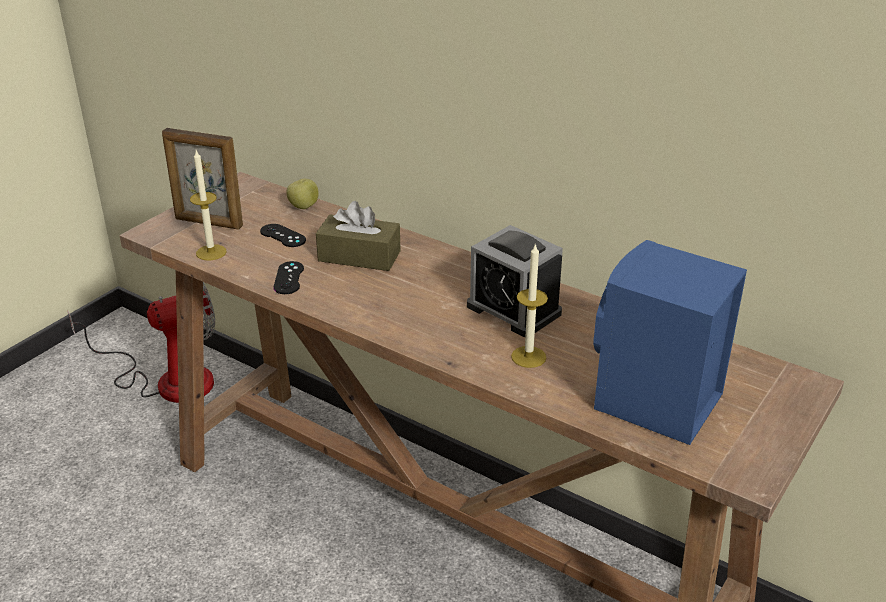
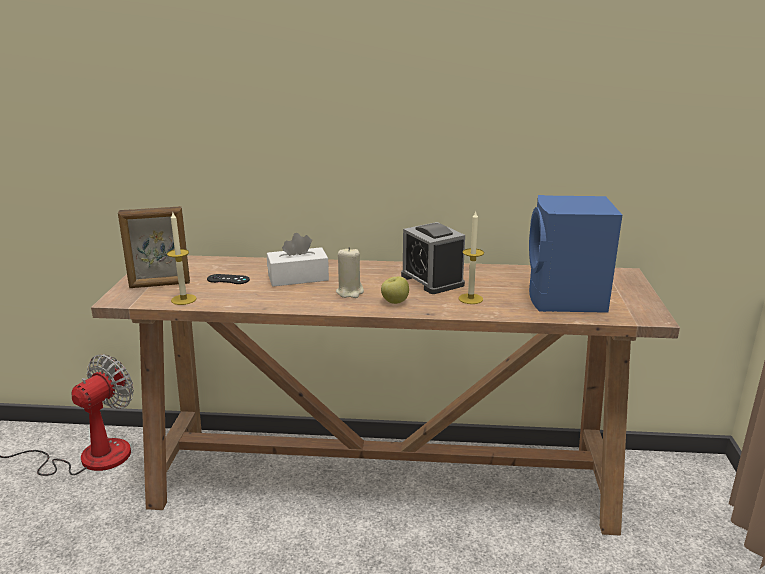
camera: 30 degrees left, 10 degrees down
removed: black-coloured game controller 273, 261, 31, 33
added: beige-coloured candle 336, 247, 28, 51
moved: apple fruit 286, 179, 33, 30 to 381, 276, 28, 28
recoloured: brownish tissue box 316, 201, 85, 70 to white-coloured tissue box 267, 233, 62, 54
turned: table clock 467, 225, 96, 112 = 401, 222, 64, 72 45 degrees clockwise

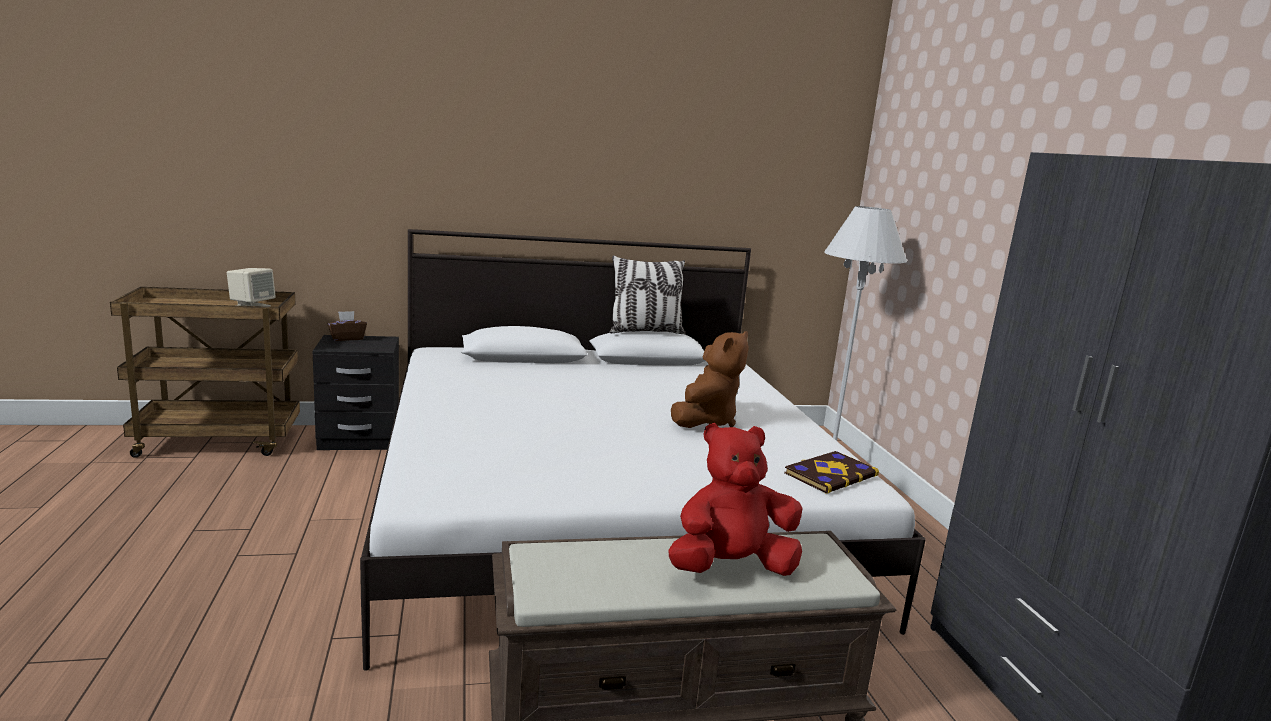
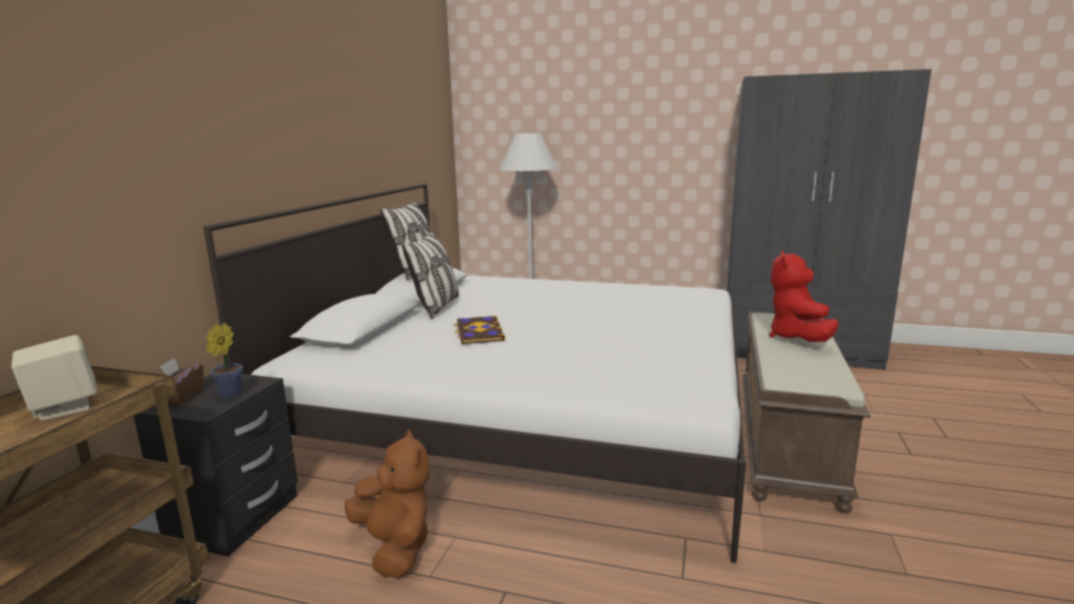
camera: 60 degrees left, 0 degrees up
added: houseplant 206, 323, 37, 76; throw pillow 401, 231, 58, 88
moved: brownish cuddly toy 671, 331, 78, 97 to 345, 430, 85, 148; book 784, 451, 95, 43 to 453, 316, 52, 28

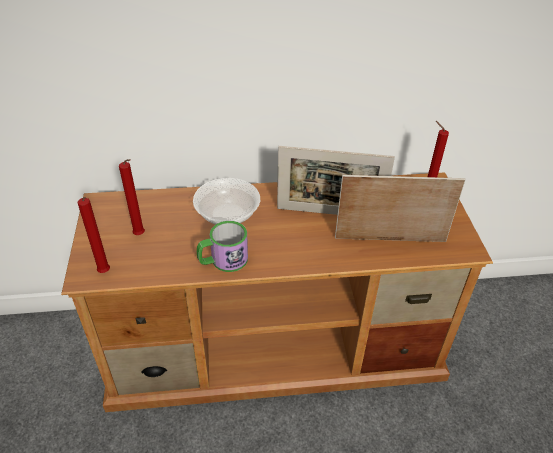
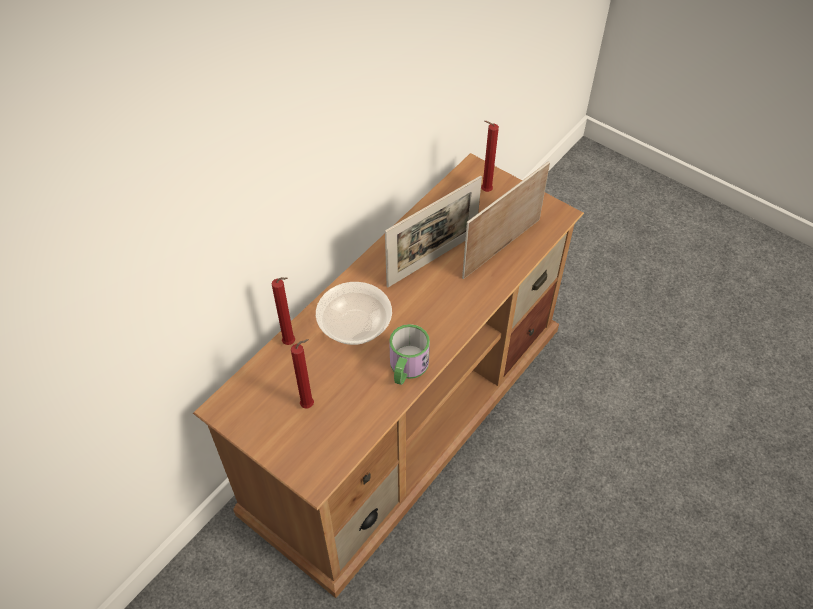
camera: 45 degrees left, 10 degrees up
moved: red candle 78, 197, 32, 76 to 272, 277, 23, 68

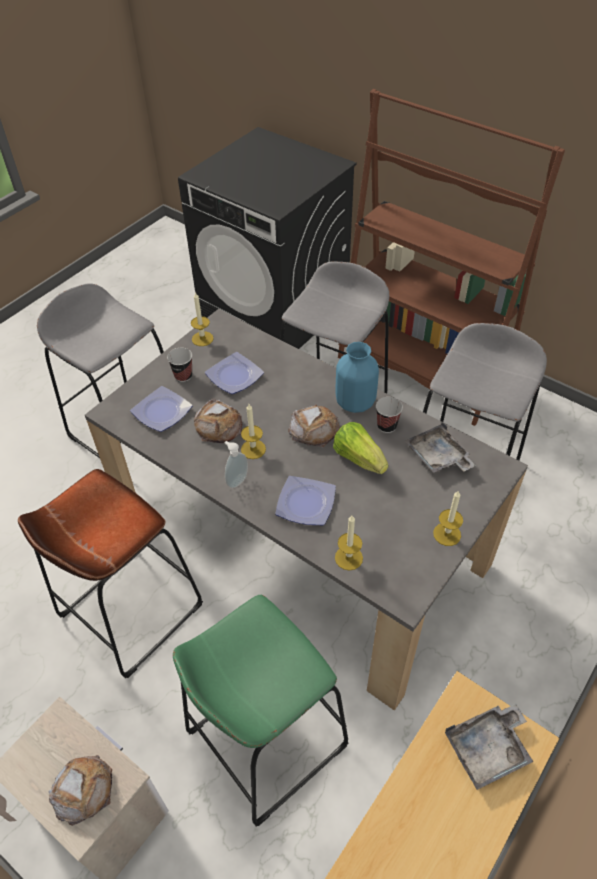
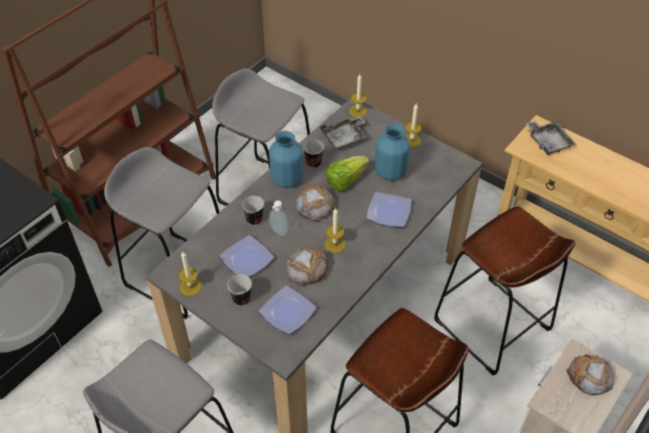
camera: 90 degrees left, 0 degrees up
added: drinking cup 242, 196, 22, 30; blue-coloured vase 375, 124, 35, 57
moved: soap dispenser 225, 441, 23, 47 to 269, 200, 20, 36; candle 335, 516, 28, 55 to 349, 74, 18, 43
recoloured: green sitting stool 173, 595, 175, 232 to brownish sitting stool 434, 206, 141, 169

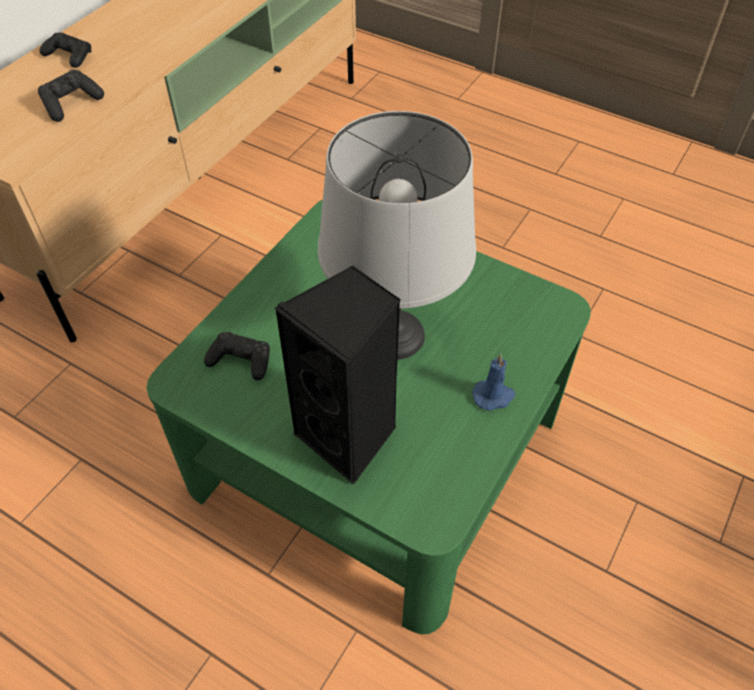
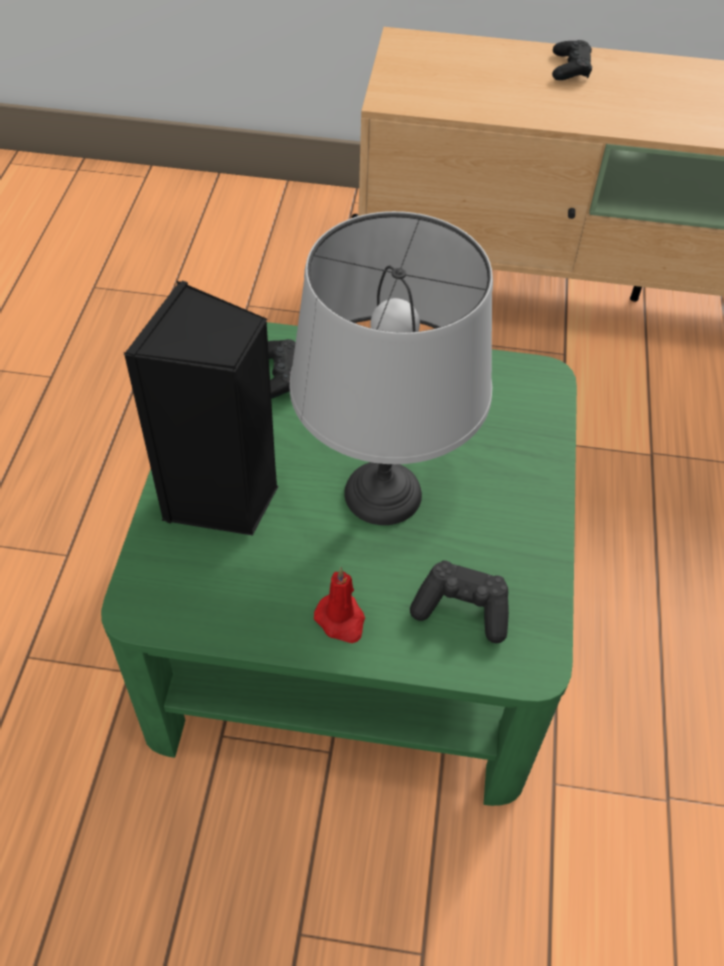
camera: 65 degrees right, 0 degrees up
moved: black-coloured game controller 38, 70, 66, 52 to 410, 560, 99, 83
recoloured: blue-coloured candle 472, 354, 43, 57 to red candle 314, 567, 51, 76

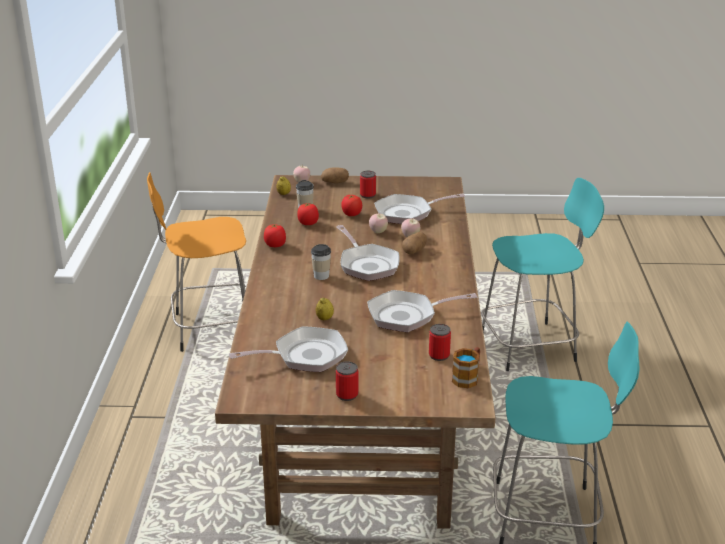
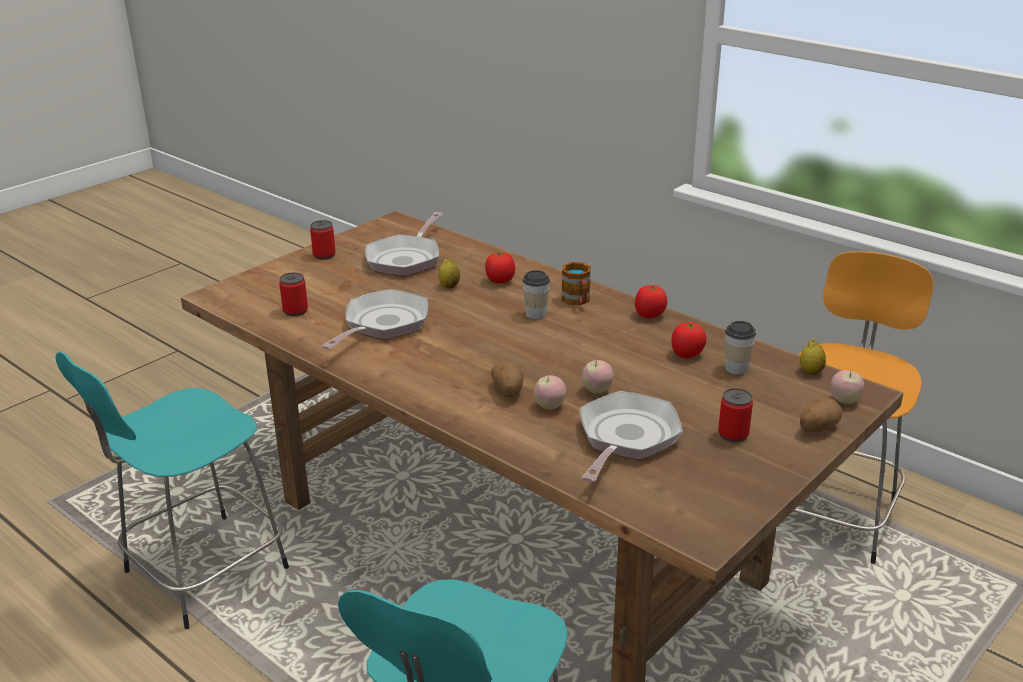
camera: 130 degrees right, 0 degrees up
removed: frying pan 336, 225, 64, 56
moved: tomato 341, 195, 21, 21 to 485, 252, 30, 32; tea mug 452, 347, 28, 41 to 561, 262, 30, 43

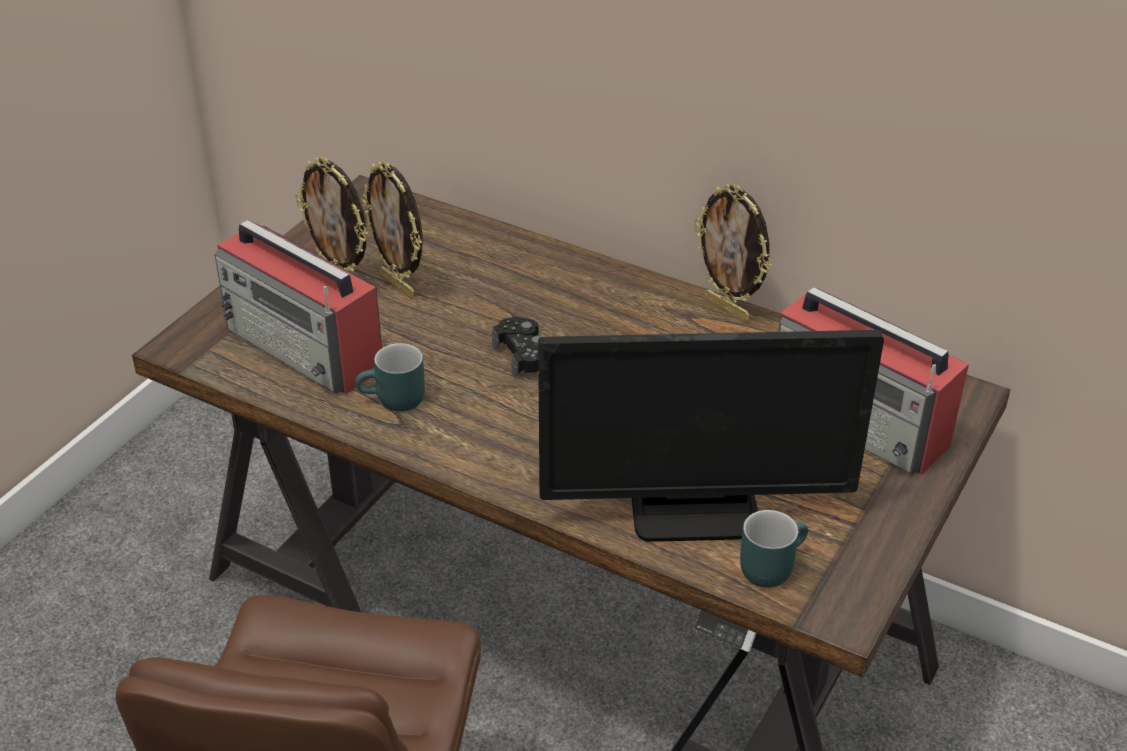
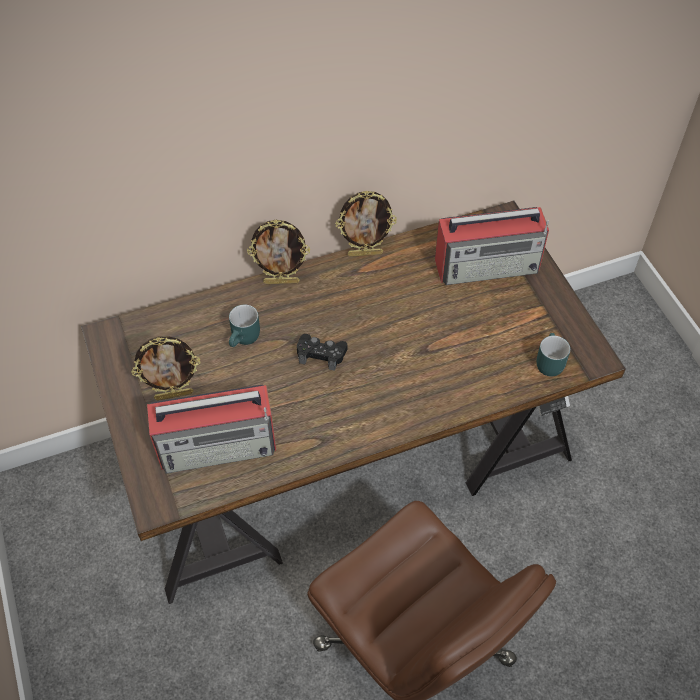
camera: 50 degrees left, 15 degrees up
removed: computer display 538, 330, 346, 212
moved: turquoise tea mug 355, 343, 70, 69 to 229, 304, 31, 43; picture frame 361, 161, 62, 137 to 247, 220, 63, 64

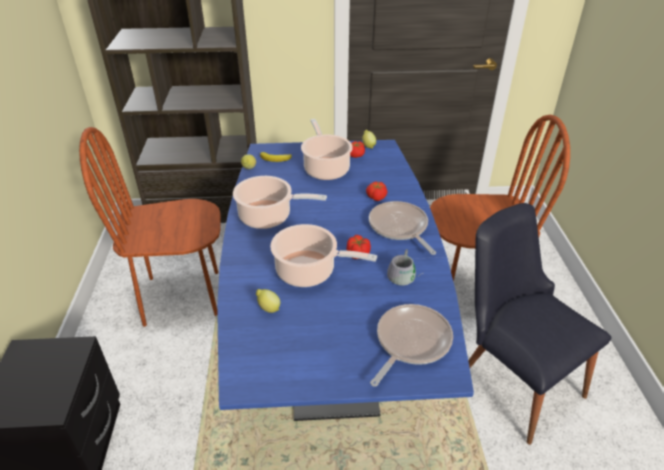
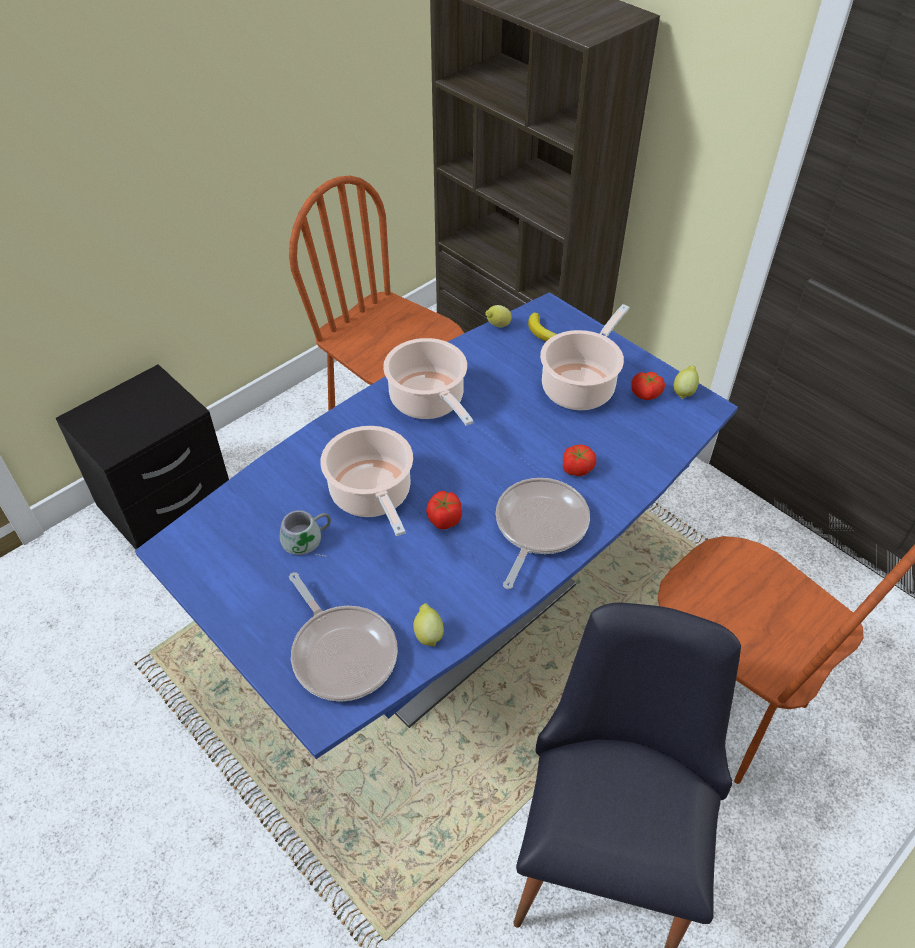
camera: 50 degrees right, 10 degrees up
moved: citrus fruit 256, 289, 25, 24 to 413, 603, 31, 44; grey tea mug 387, 249, 37, 36 to 280, 510, 51, 47
turned: frying pan 370, 304, 83, 82 = 289, 572, 109, 130 60 degrees clockwise

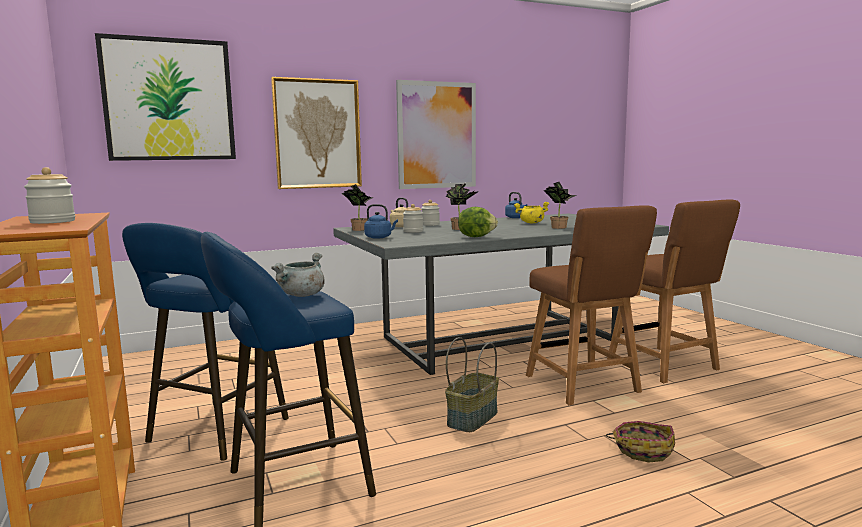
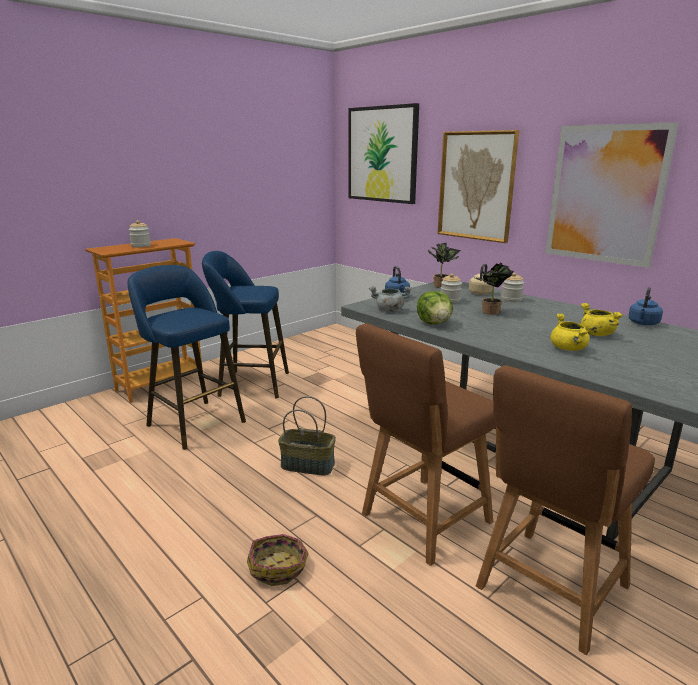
camera: 70 degrees right, 10 degrees up
moved: grey saucepot 271, 253, 54, 44 to 369, 286, 42, 26
replaced: houseplant 543, 182, 34, 47 to yellowish saucepot 550, 313, 39, 38

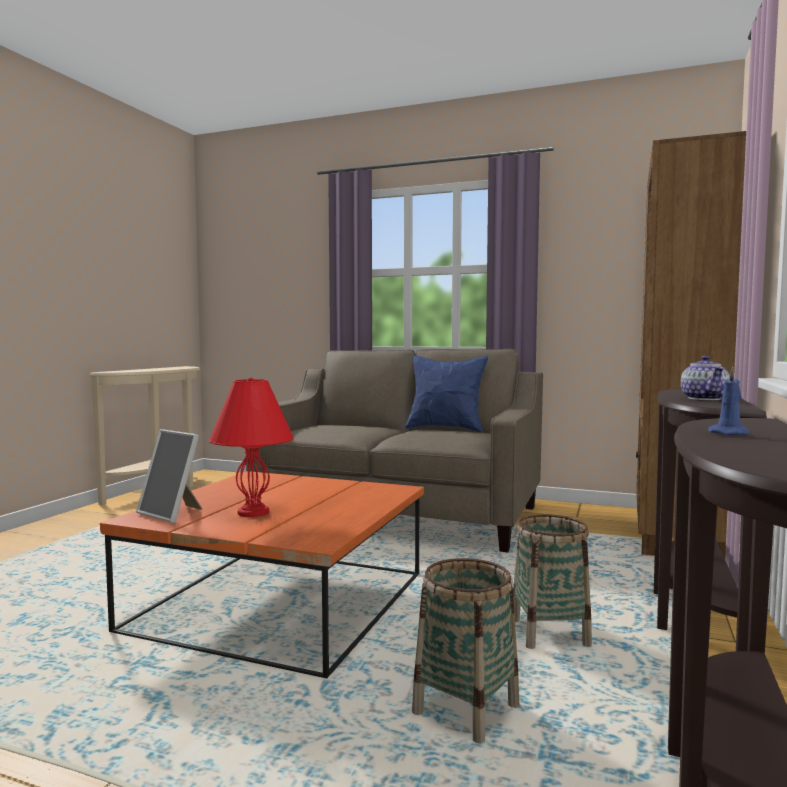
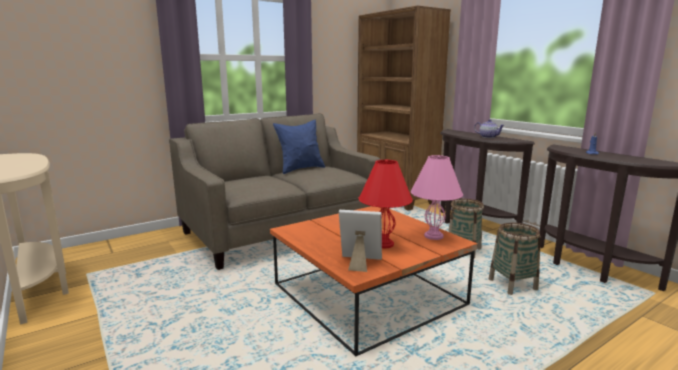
camera: 55 degrees left, 10 degrees up
added: pink lamp for a table 411, 155, 52, 85
turned: picture frame 136, 429, 66, 94 = 339, 210, 43, 62 150 degrees counterclockwise

